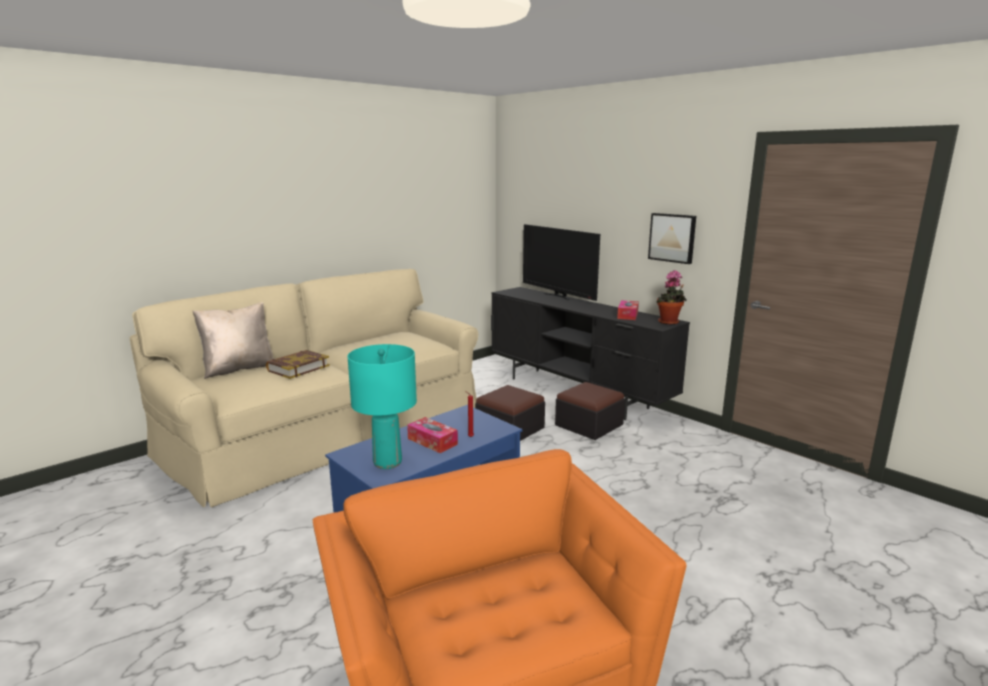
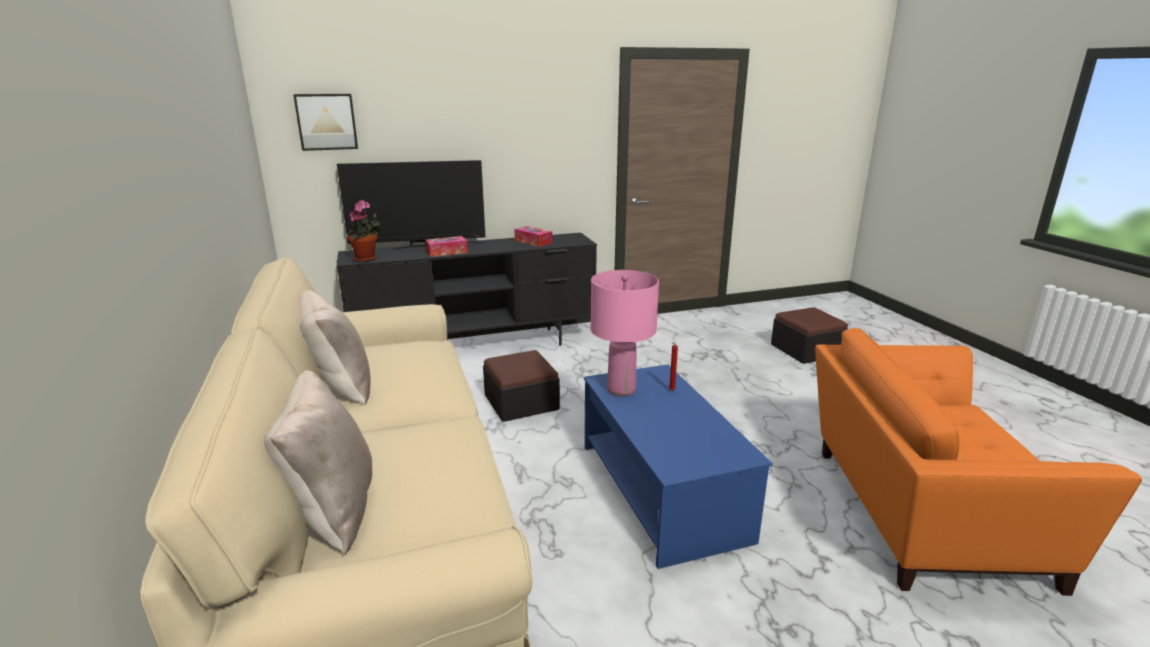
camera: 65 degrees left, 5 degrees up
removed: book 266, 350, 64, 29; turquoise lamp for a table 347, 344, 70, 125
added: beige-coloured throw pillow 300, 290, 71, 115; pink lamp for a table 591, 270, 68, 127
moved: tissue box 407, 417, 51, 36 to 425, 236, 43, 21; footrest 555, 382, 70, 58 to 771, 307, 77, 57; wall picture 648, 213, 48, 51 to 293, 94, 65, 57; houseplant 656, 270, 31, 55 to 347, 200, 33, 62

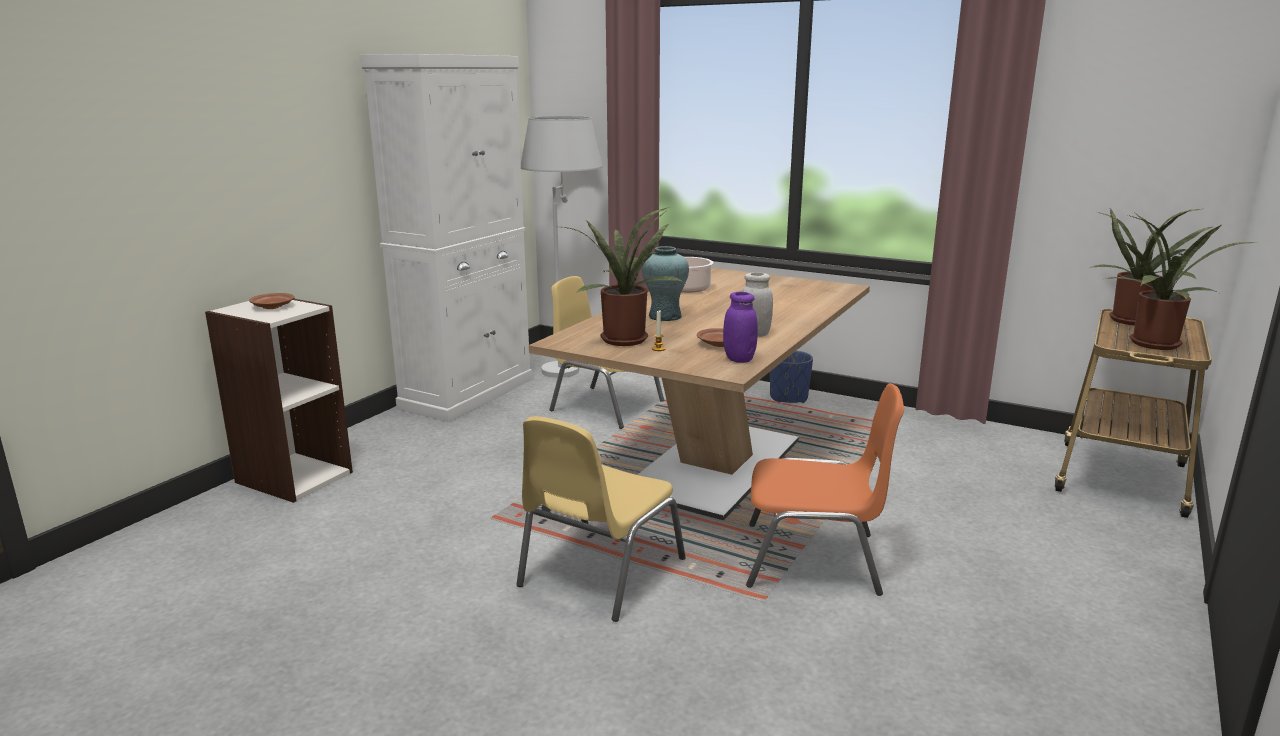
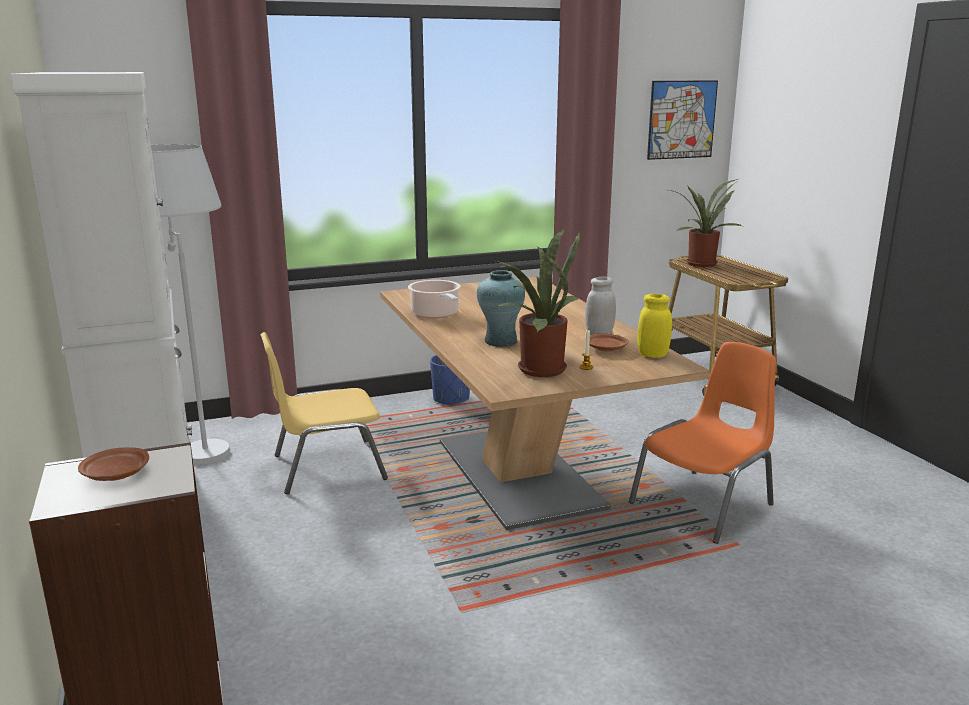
camera: 50 degrees left, 0 degrees up
removed: yellowish upright chair 516, 416, 170, 206; houseplant 1106, 213, 151, 137
added: wall picture 647, 80, 71, 80
recoloured: purple-coloured storage jar 723, 292, 35, 71 to yellowish storage jar 637, 294, 35, 64

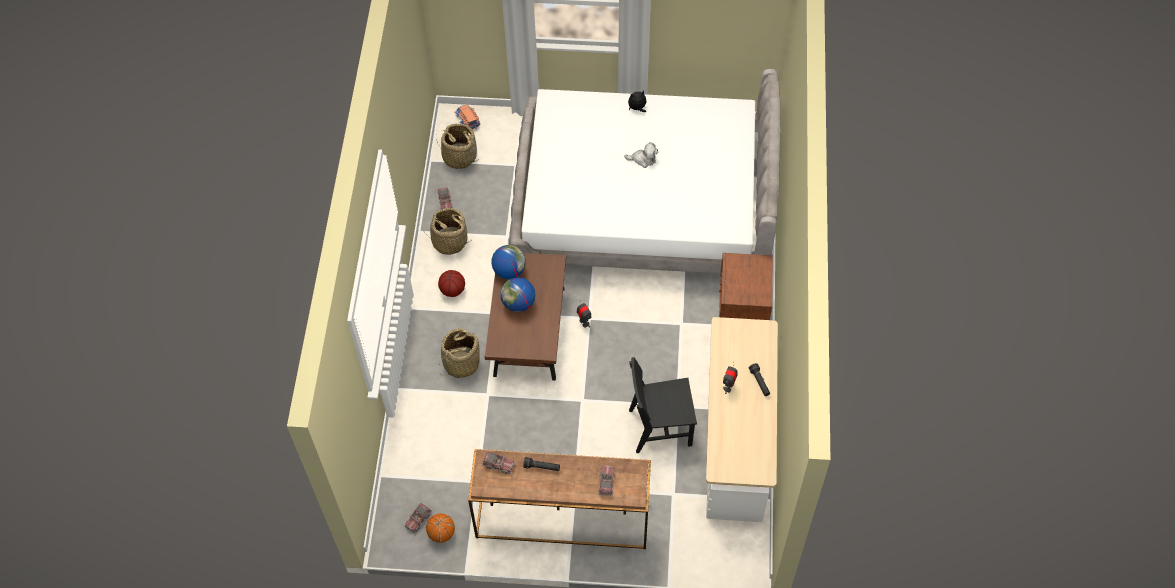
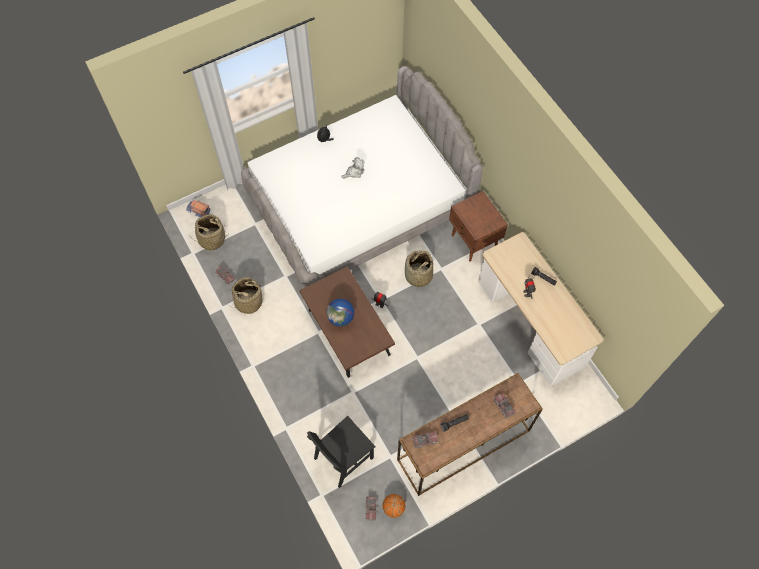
camera: 35 degrees left, 5 degrees up
removed: basketball ball 438, 270, 27, 27; globe 491, 245, 35, 34
moved: basket 441, 328, 39, 50 to 405, 251, 28, 39; black-coloured upright chair 629, 357, 68, 96 to 307, 416, 69, 72

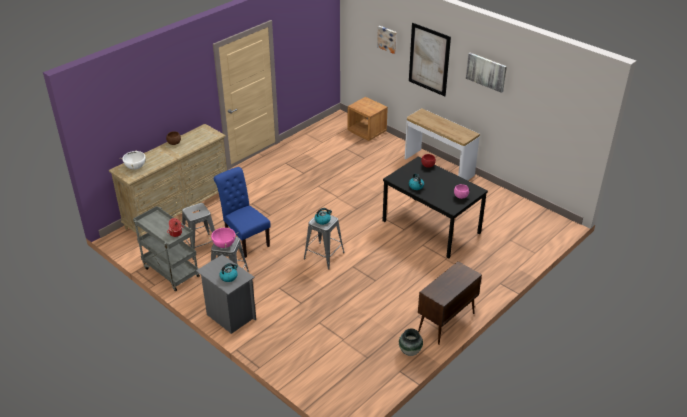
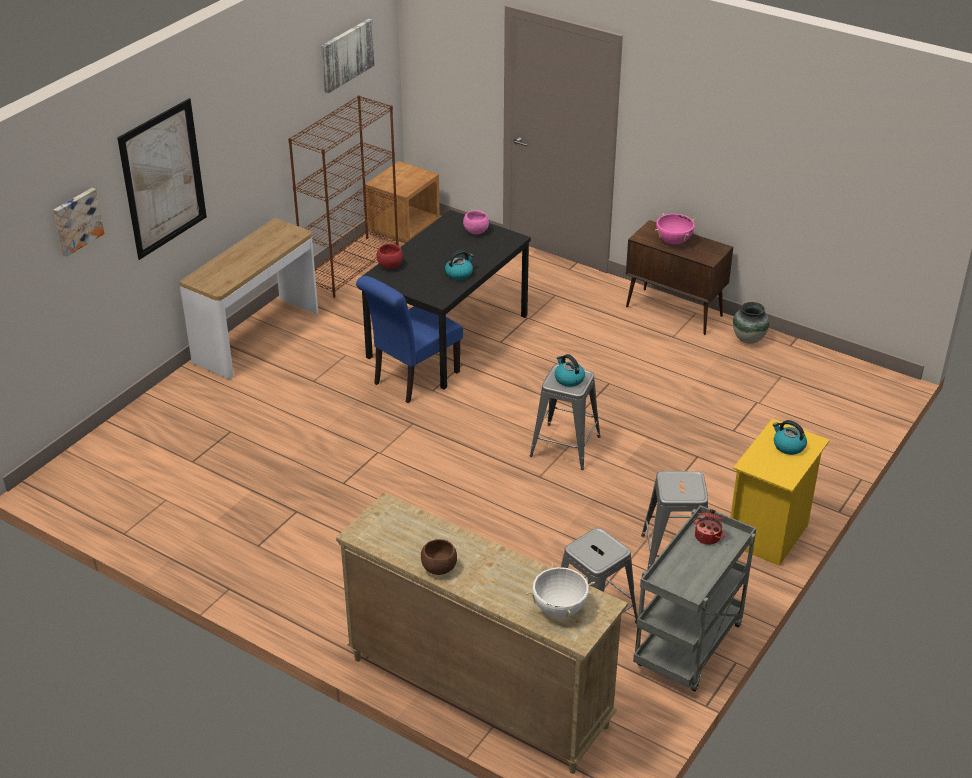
camera: 100 degrees left, 0 degrees up
added: brownish bookcase 288, 95, 111, 203
moved: pink saucepot 209, 227, 28, 21 to 655, 213, 41, 31; blue-coloured upright chair 214, 167, 57, 91 to 356, 276, 107, 127; brownish night table 347, 97, 41, 44 to 365, 161, 75, 82; wall picture 466, 53, 41, 40 to 321, 19, 54, 74
recoloured: grey night table 196, 255, 60, 79 to yellowish night table 731, 418, 99, 148

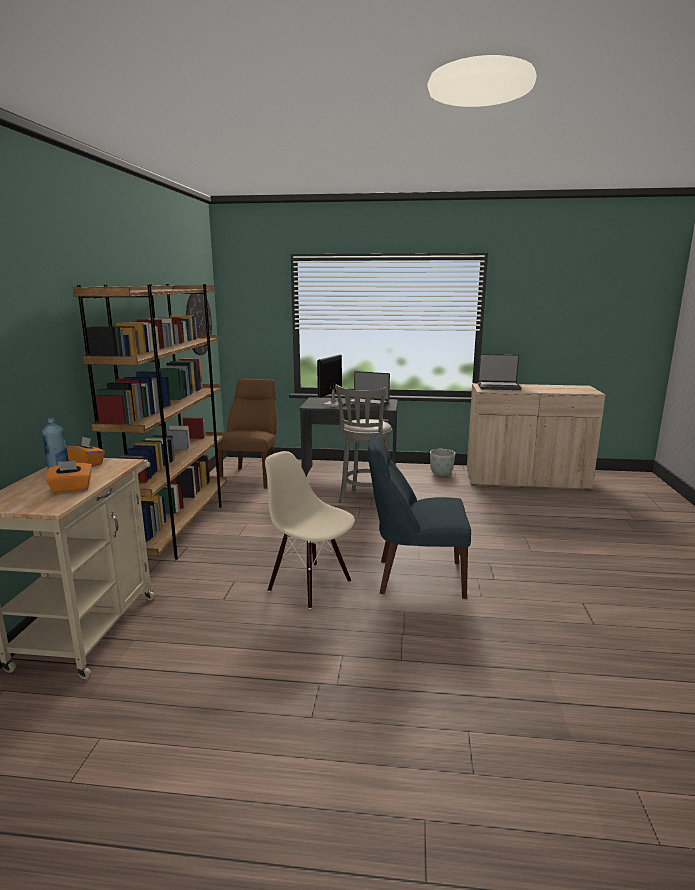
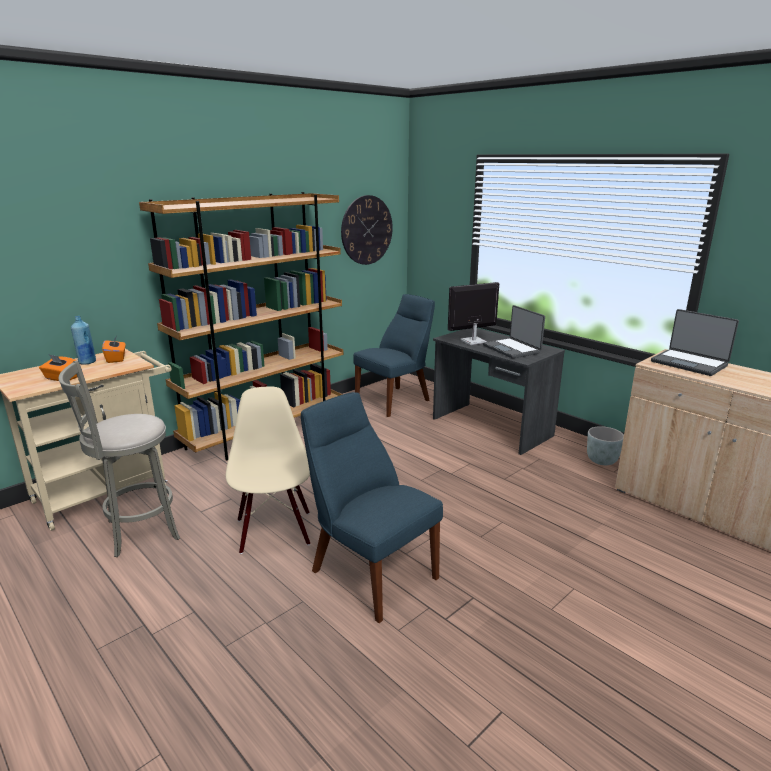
camera: 40 degrees right, 5 degrees up
moved: grey sitting stool 335, 384, 57, 119 to 59, 360, 121, 197
recoloured: brownish upright chair 217, 378, 60, 111 to blue-coloured upright chair 353, 294, 82, 123

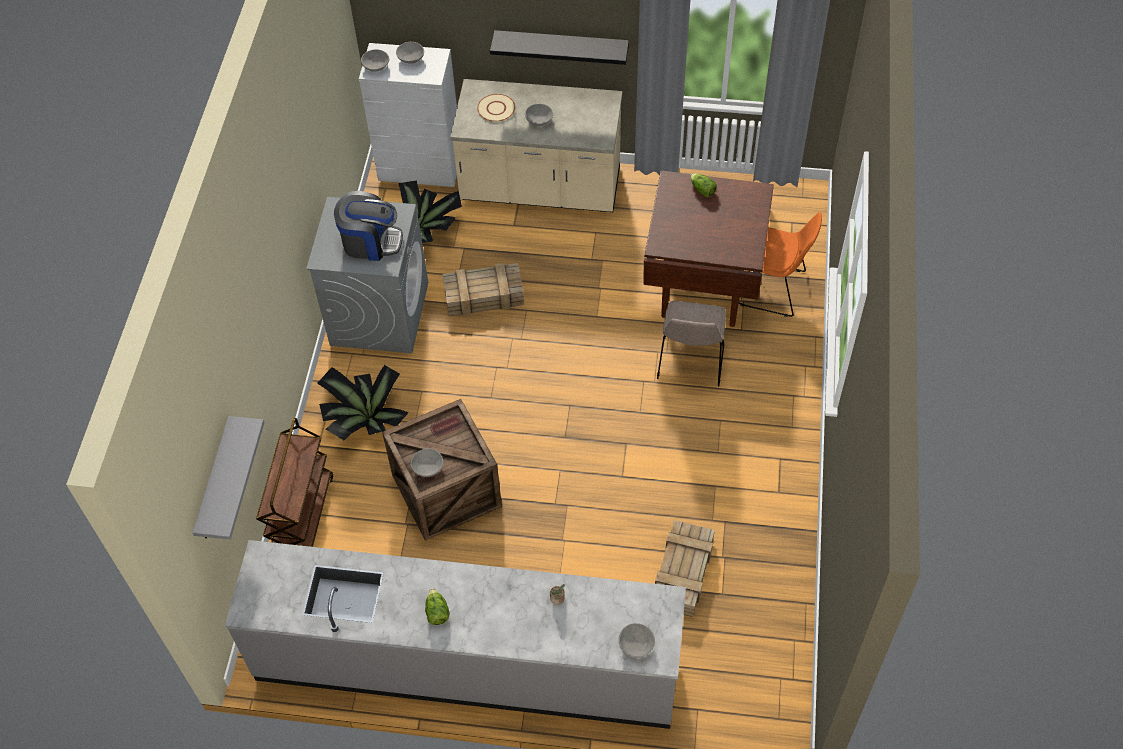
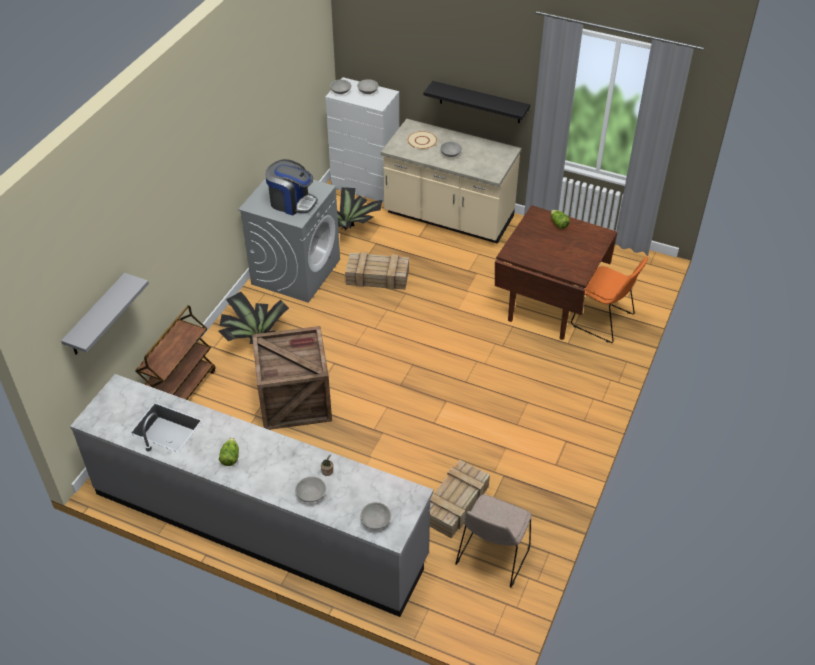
camera: 15 degrees right, 10 degrees down
moved: grey bowl 411, 449, 32, 28 to 295, 477, 31, 25; beige-coloured upright chair 657, 301, 69, 86 to 455, 494, 76, 94

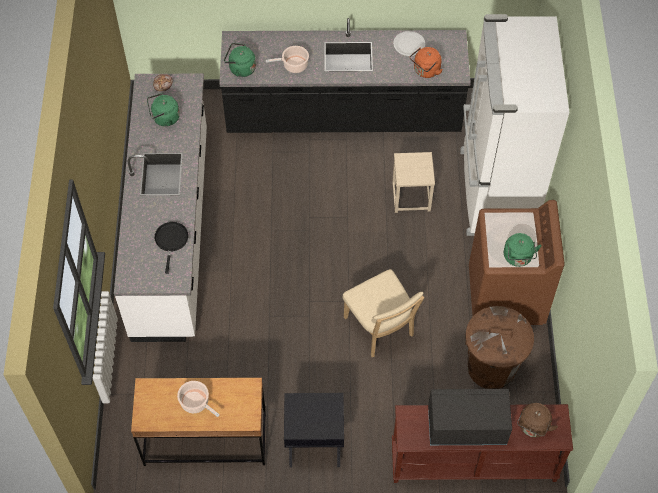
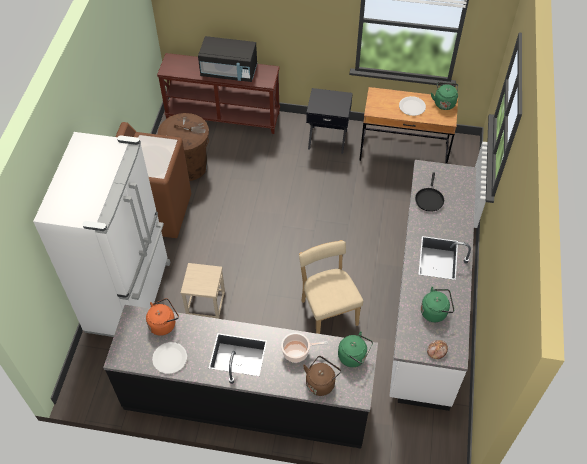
camera: 170 degrees left, 5 degrees down
moved: beige-coloured upright chair 342, 269, 83, 88 to 299, 240, 64, 94; green tea kettle 504, 233, 38, 34 to 431, 82, 27, 28; brownish tea kettle 517, 403, 41, 35 to 303, 356, 38, 40
replaced: saucepot 177, 381, 42, 36 to white-coloured flat dish 399, 96, 27, 20

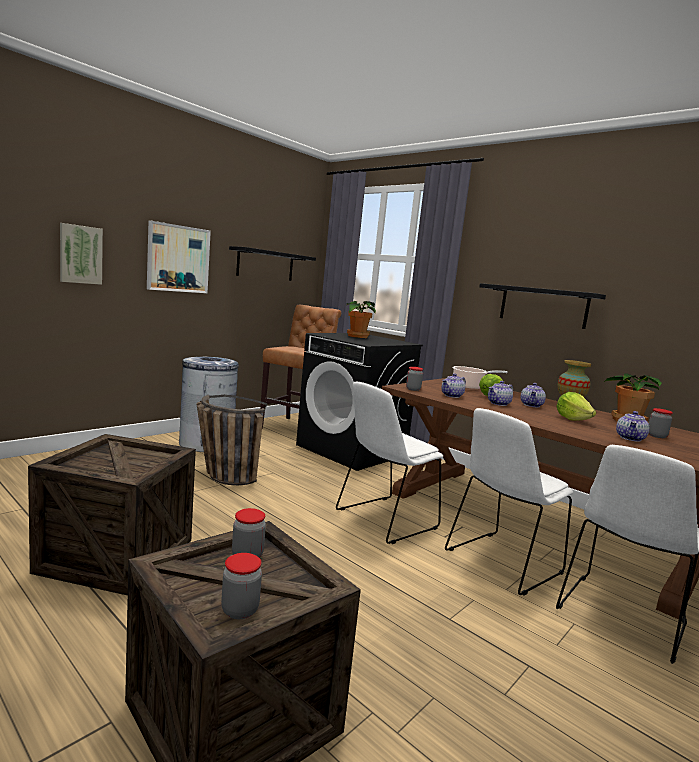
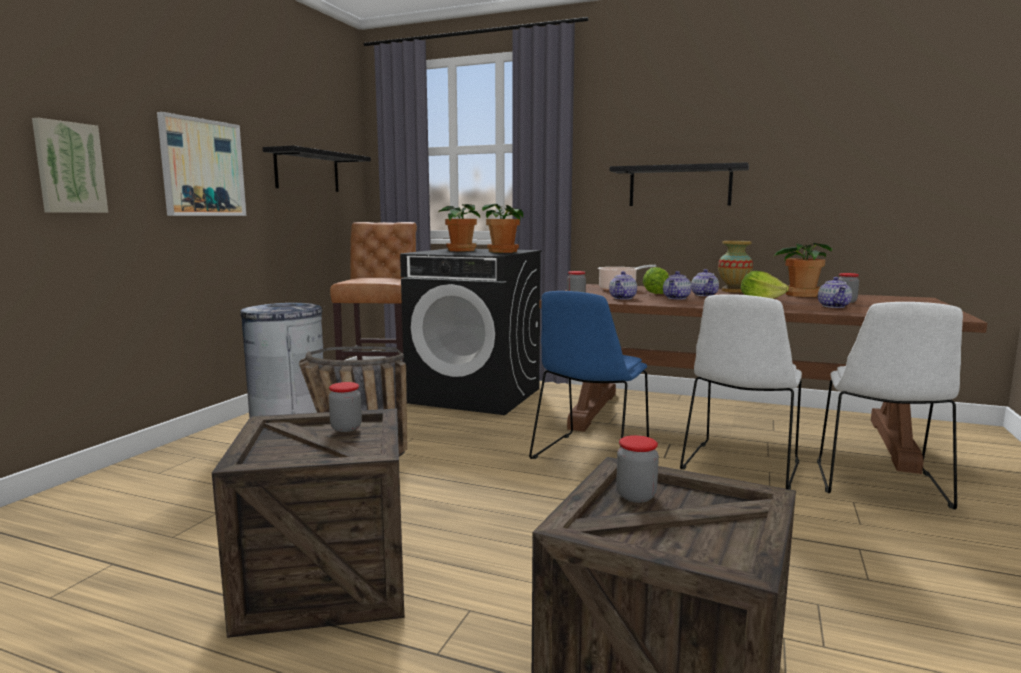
camera: 20 degrees left, 0 degrees up
added: houseplant 482, 204, 41, 49
moved: storage jar 221, 553, 41, 66 to 329, 382, 33, 50
recoloured: white-coloured upright chair 336, 382, 107, 162 to blue-coloured upright chair 529, 291, 120, 168

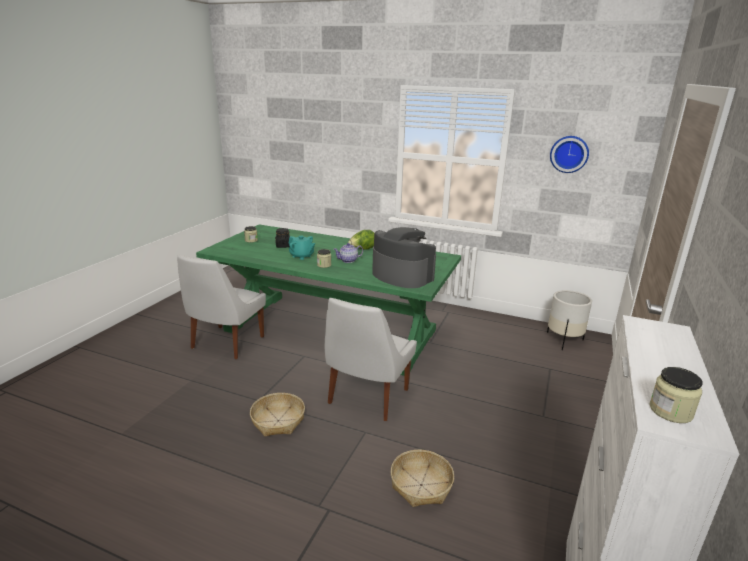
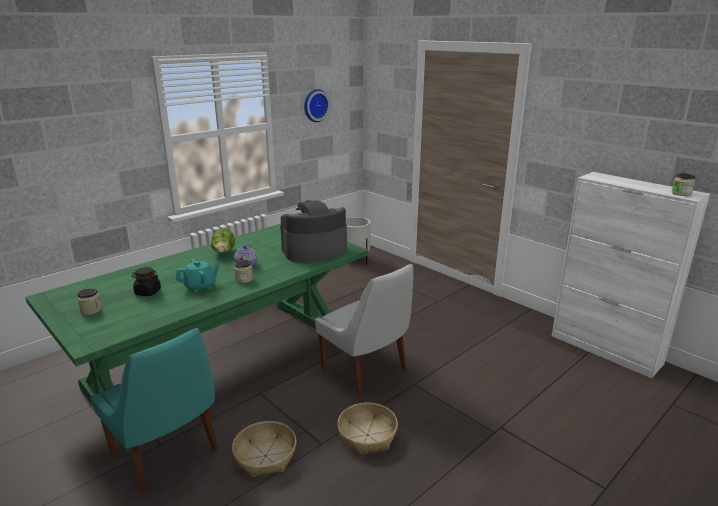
camera: 65 degrees left, 0 degrees up
moved: basket 390, 450, 64, 57 to 232, 421, 65, 57
recoloured: white-coloured upright chair 177, 255, 89, 104 to turquoise upright chair 90, 328, 128, 166

